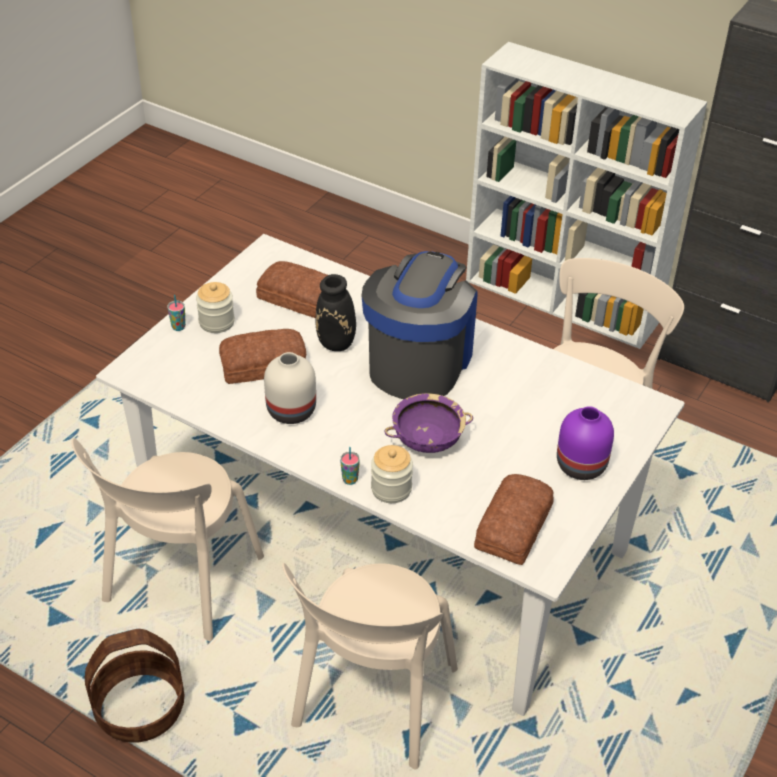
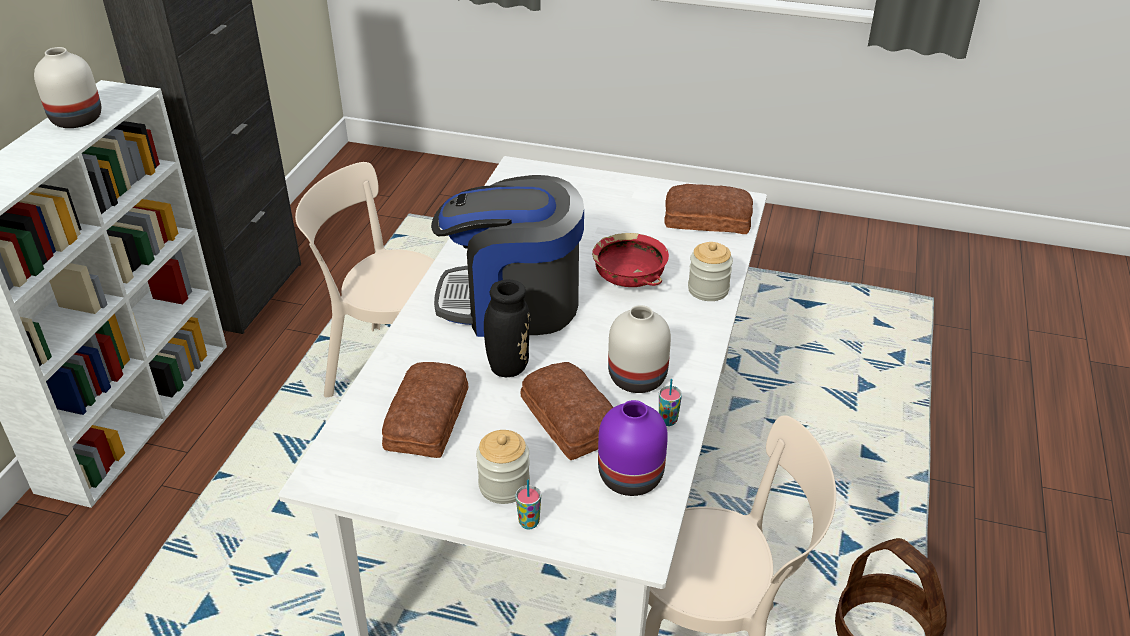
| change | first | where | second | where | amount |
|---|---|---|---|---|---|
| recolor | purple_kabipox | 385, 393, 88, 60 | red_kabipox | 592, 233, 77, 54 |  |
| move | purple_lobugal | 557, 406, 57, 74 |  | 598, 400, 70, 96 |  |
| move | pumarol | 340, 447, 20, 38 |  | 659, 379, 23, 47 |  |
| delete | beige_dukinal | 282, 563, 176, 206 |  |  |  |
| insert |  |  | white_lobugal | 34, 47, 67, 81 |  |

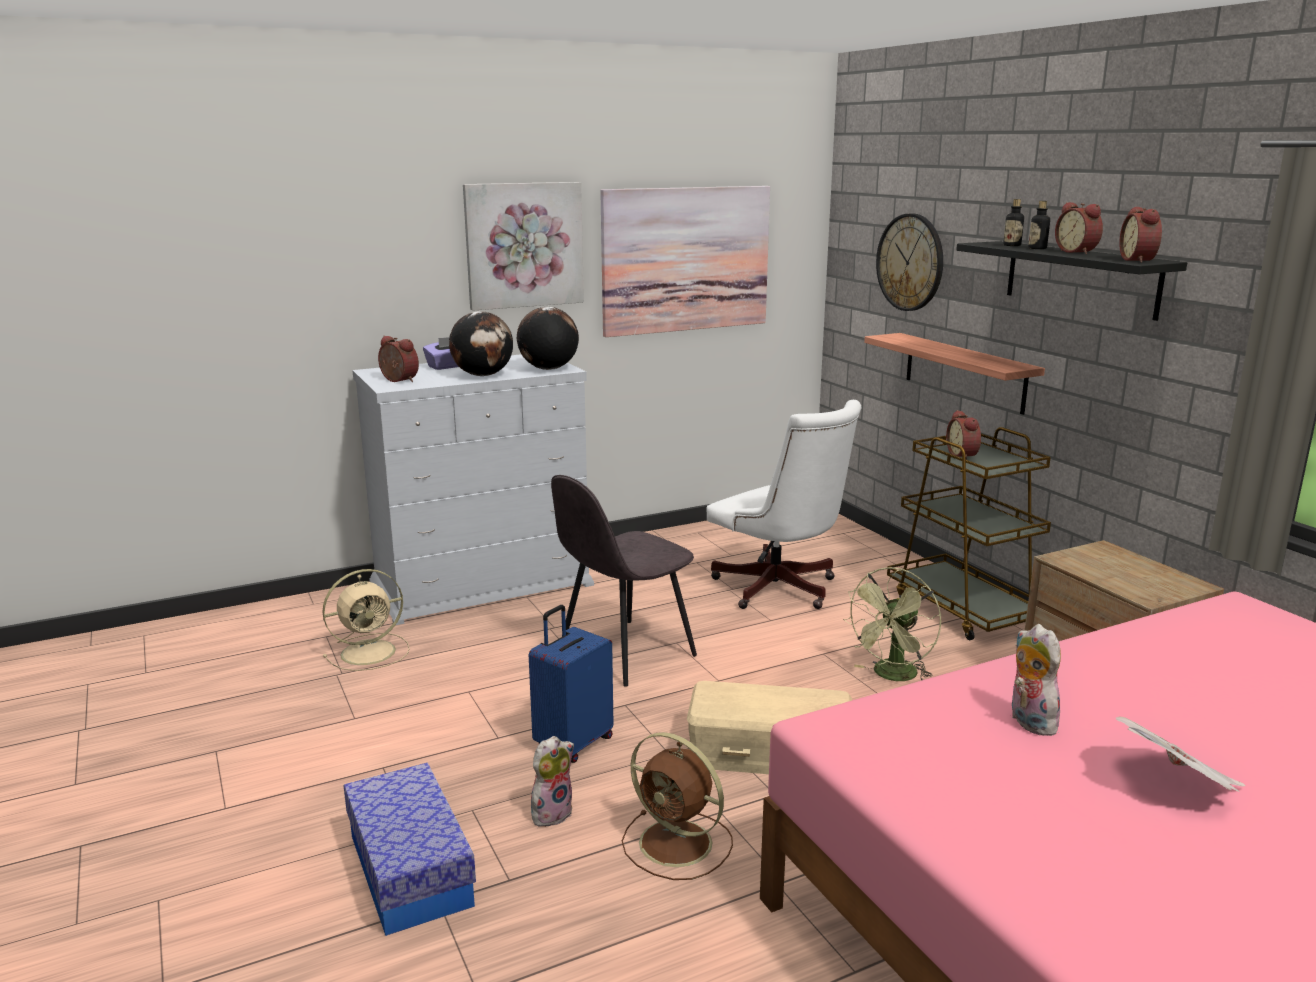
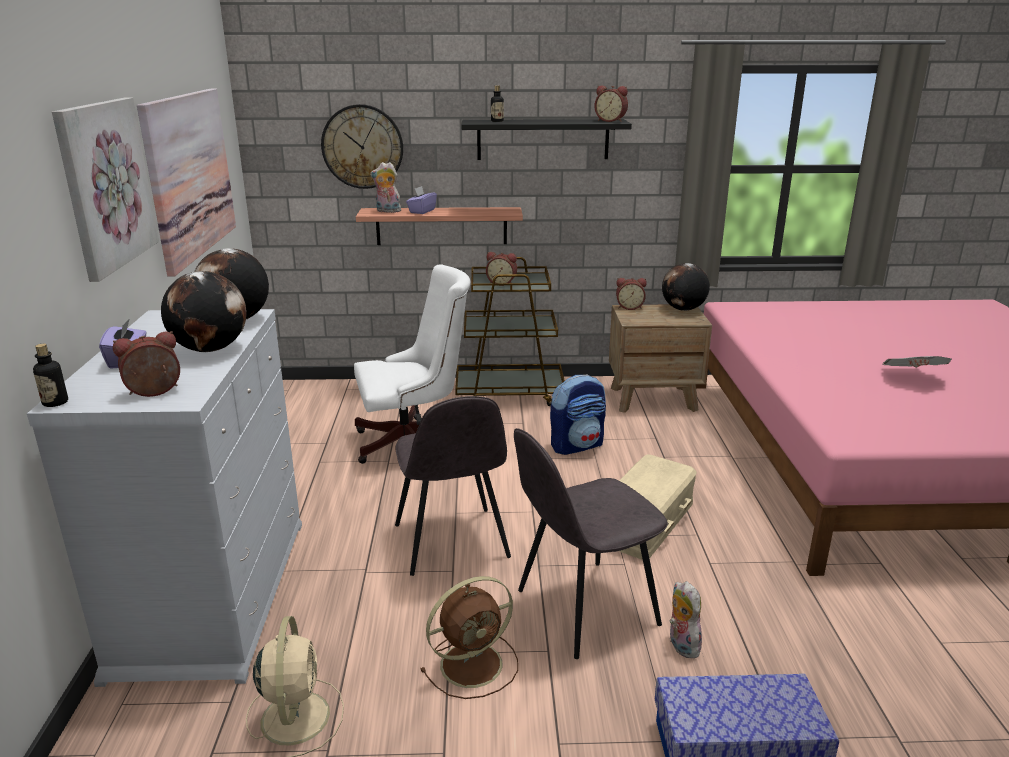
| change | first | where | second | where | amount |
|---|---|---|---|---|---|
| move | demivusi | 1029, 201, 21, 48 |  | 33, 344, 35, 63 |  |
| move | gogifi | 1055, 202, 48, 52 |  | 616, 278, 31, 32 |  |
| replace | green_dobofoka | 843, 567, 98, 114 | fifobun | 550, 374, 56, 81 |  |
| replace | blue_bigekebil | 529, 605, 84, 158 | grey_dukinal | 514, 428, 154, 231 |  |
| move | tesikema | 1012, 624, 52, 112 |  | 370, 162, 31, 51 |  |
| move | brown_dobofoka | 622, 732, 111, 148 |  | 420, 576, 98, 123 |  |
| insert |  |  | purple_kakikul | 406, 186, 31, 28 |  |
| insert |  |  | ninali | 662, 263, 48, 48 |  |

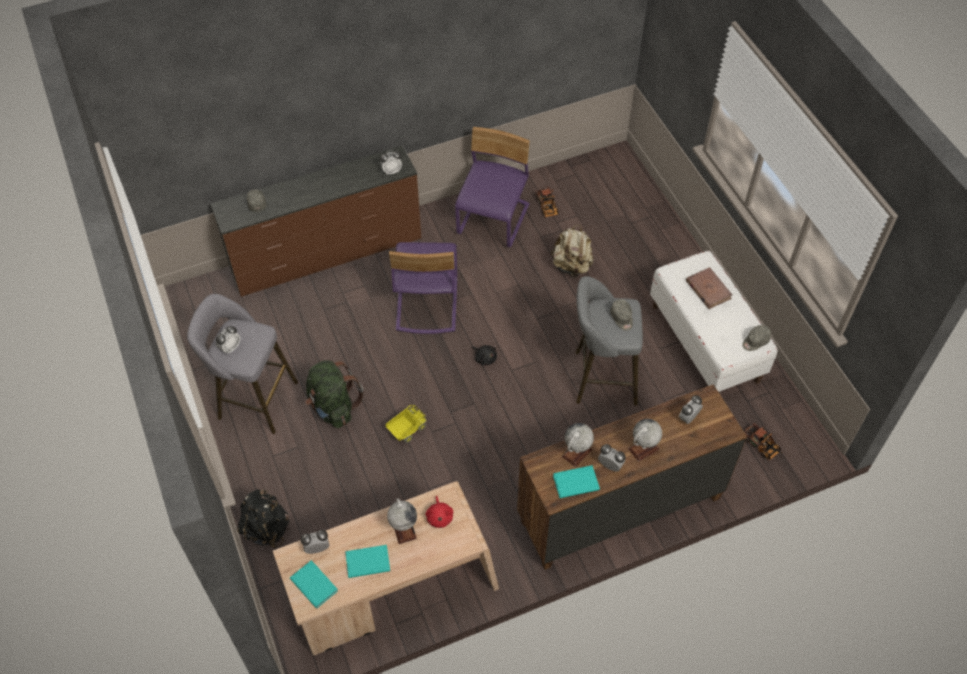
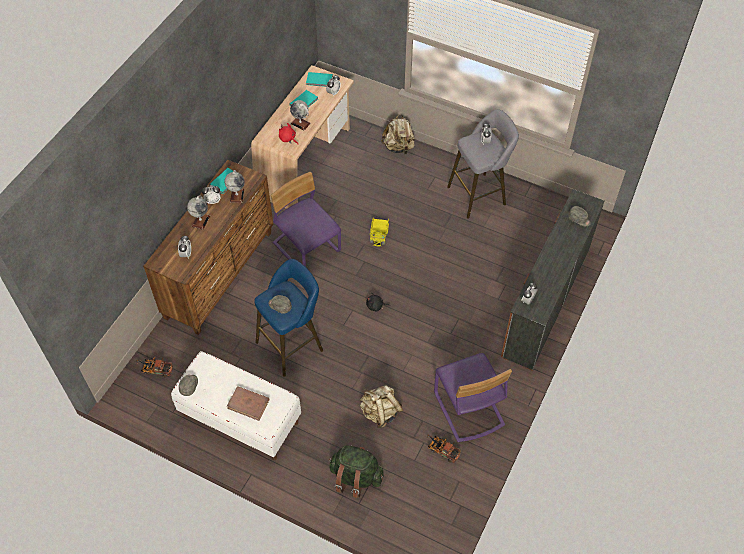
| change | first | where | second | where | amount |
|---|---|---|---|---|---|
| move | purple_dukinal | 389, 242, 68, 92 |  | 271, 172, 70, 95 |  |
| recolor | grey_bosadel | 575, 276, 68, 130 | blue_bosadel | 254, 259, 69, 118 |  |
| move | green_fifobun | 306, 360, 58, 68 |  | 329, 445, 55, 53 |  |
| recolor | black_fifobun | 238, 488, 51, 61 | beige_fifobun | 381, 114, 35, 40 |  |

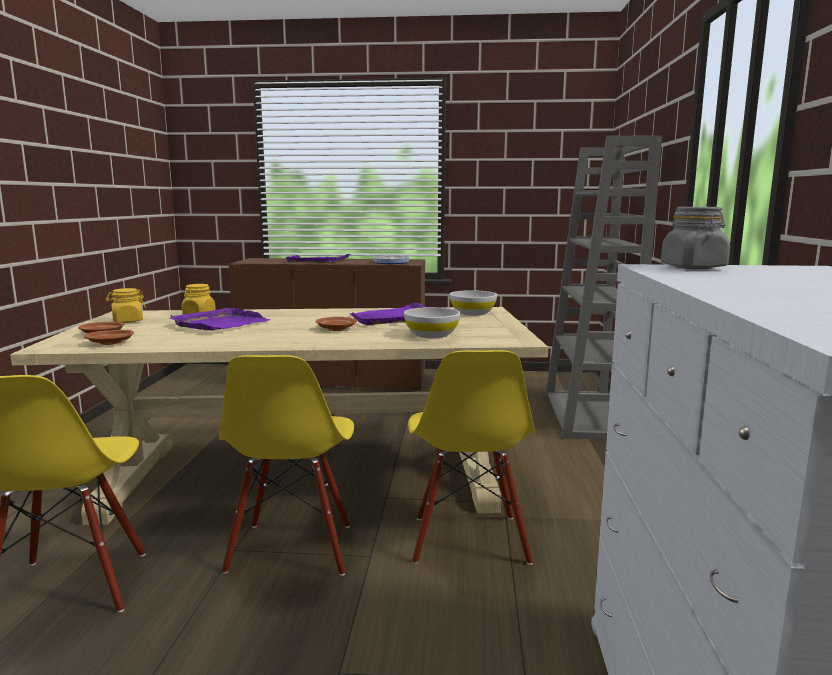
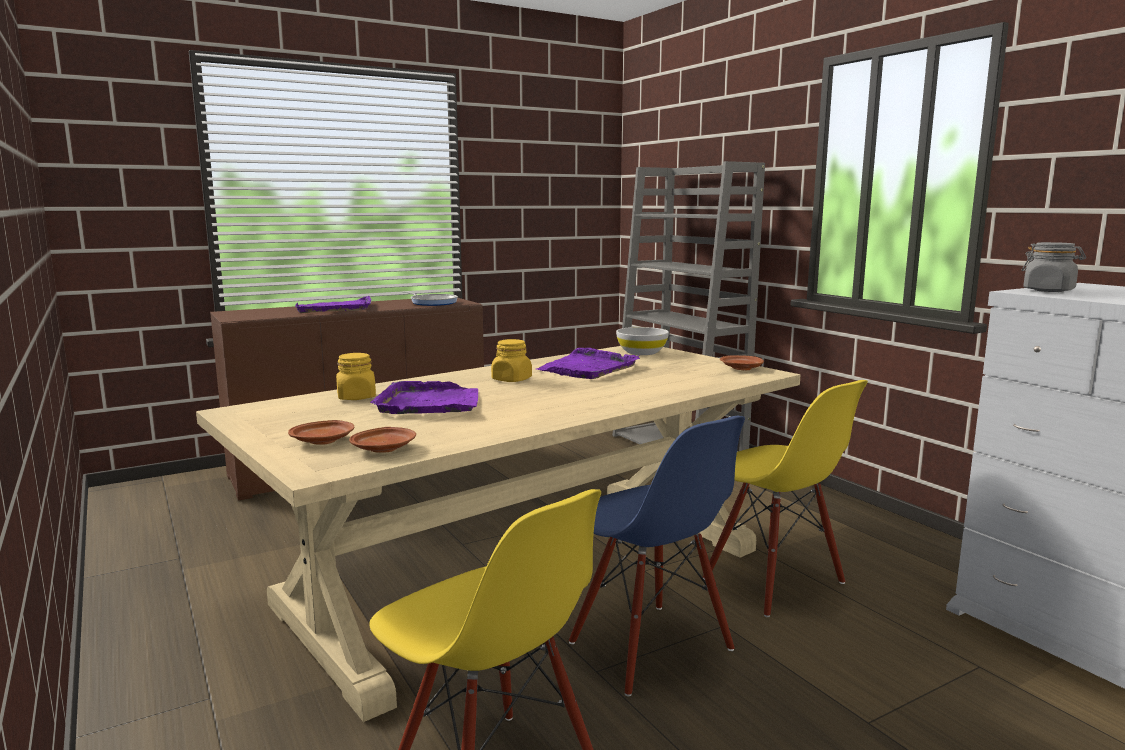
| change | first | where | second | where | amount |
|---|---|---|---|---|---|
| move | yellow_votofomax | 106, 288, 40, 35 |  | 491, 339, 41, 43 |  |
| delete | white_kabipox | 404, 307, 56, 31 |  |  |  |
| move | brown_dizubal | 316, 317, 41, 14 |  | 720, 355, 44, 15 |  |
| recolor | yellow_dukinal | 219, 355, 135, 221 | blue_dukinal | 569, 416, 176, 281 |  |

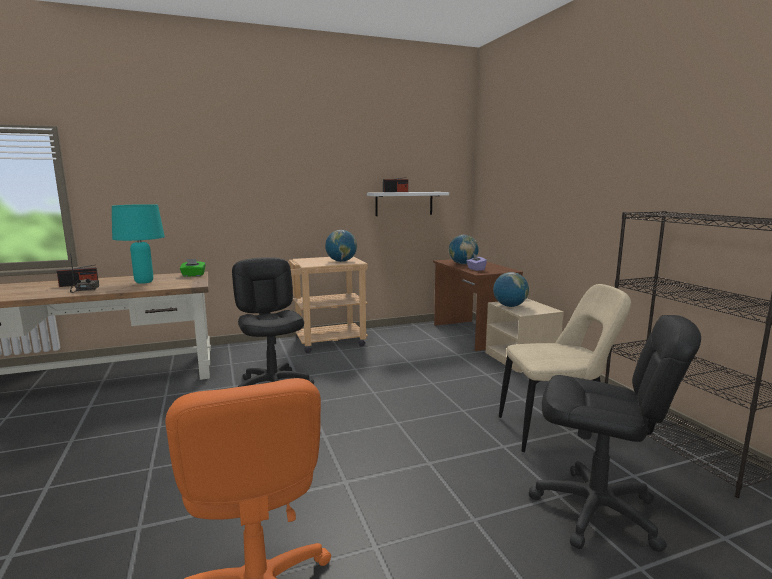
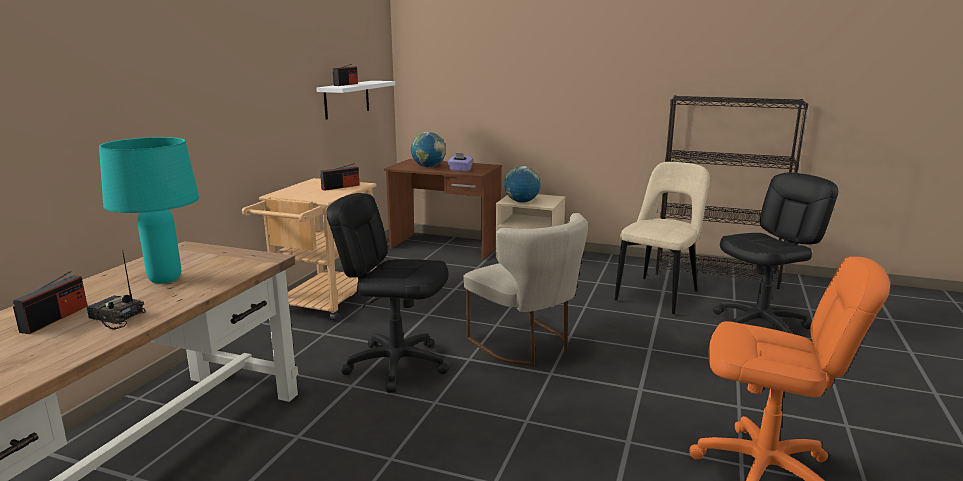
| change | first | where | second | where | amount |
|---|---|---|---|---|---|
| replace | ninali | 325, 230, 32, 32 | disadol | 320, 163, 40, 28 |  |
| delete | green_kakikul | 180, 259, 26, 18 |  |  |  |
| insert |  |  | beige_dukinal | 463, 213, 125, 153 |  |

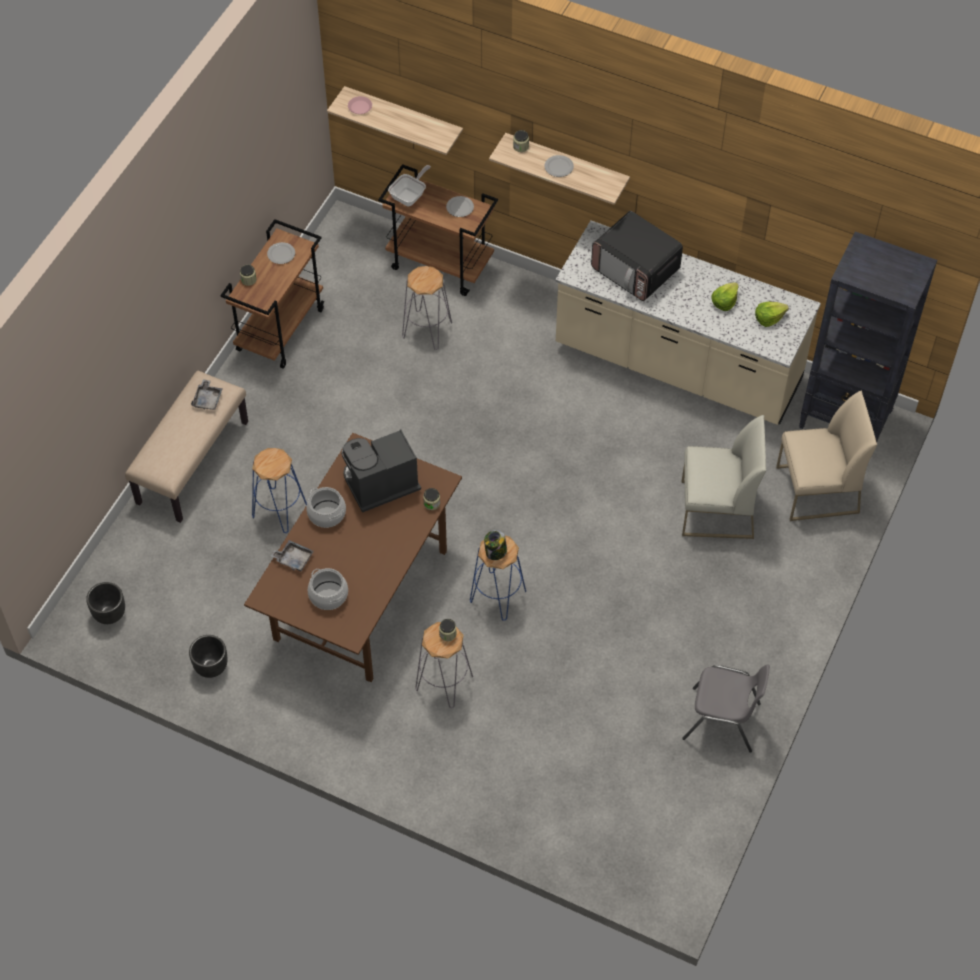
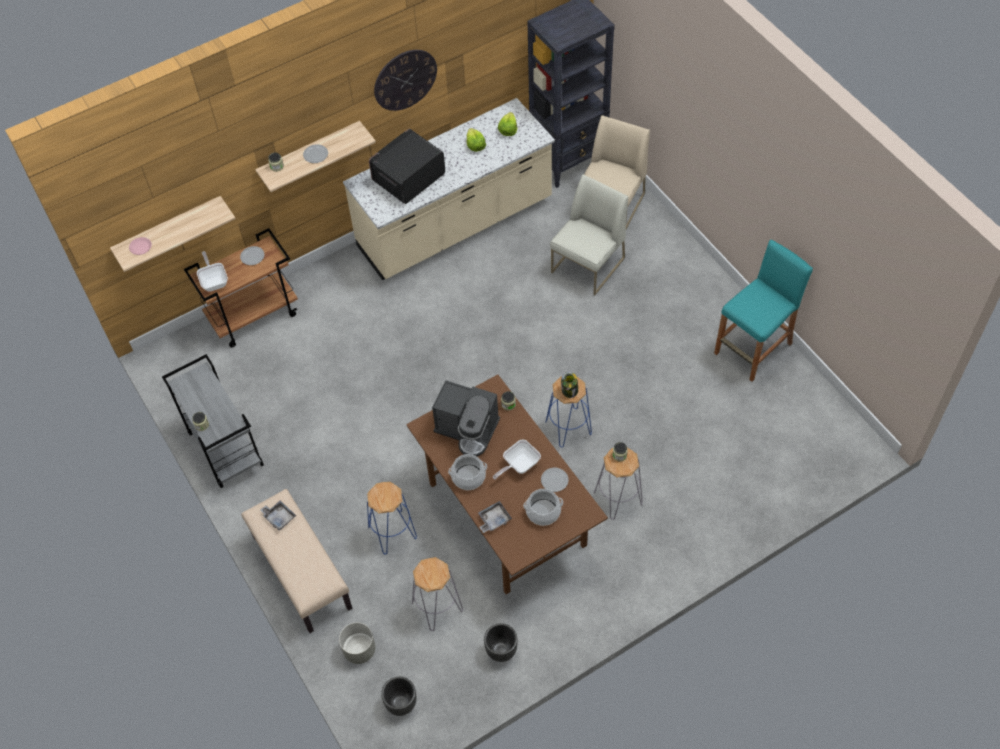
| change | first | where | second | where | amount |
|---|---|---|---|---|---|
| rotate | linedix | 591, 211, 92, 90 |  | 369, 129, 76, 75 | 150 degrees clockwise |
| recolor | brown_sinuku | 220, 219, 104, 149 | grey_sinuku | 162, 354, 102, 134 |  |
| move | dizubal | 267, 242, 28, 22 |  | 541, 468, 28, 24 |  |
| move | grey_bosadel | 402, 266, 50, 84 |  | 412, 557, 51, 74 |  |
| rotate | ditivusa | 341, 429, 80, 83 |  | 432, 380, 68, 76 | 75 degrees counterclockwise |
| replace | grey_dukinal | 682, 665, 88, 87 | turquoise_bosadel | 714, 240, 99, 142 |  |
| insert |  |  | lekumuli | 374, 50, 63, 61 |  |
| insert |  |  | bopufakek | 493, 439, 48, 41 |  |
| insert |  |  | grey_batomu | 339, 622, 37, 42 |  |

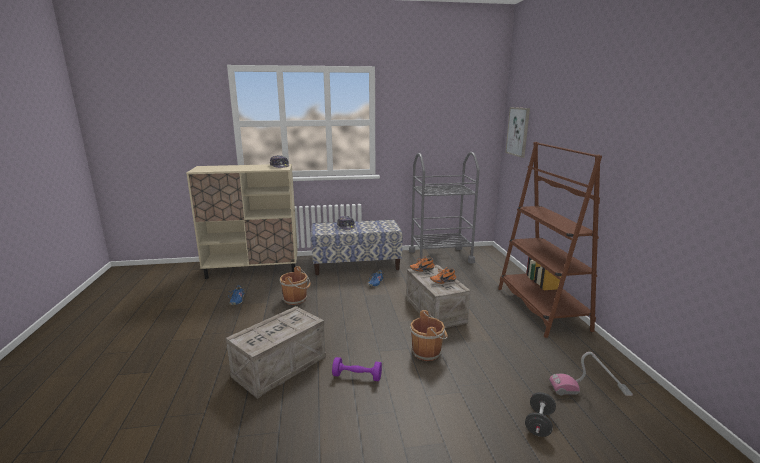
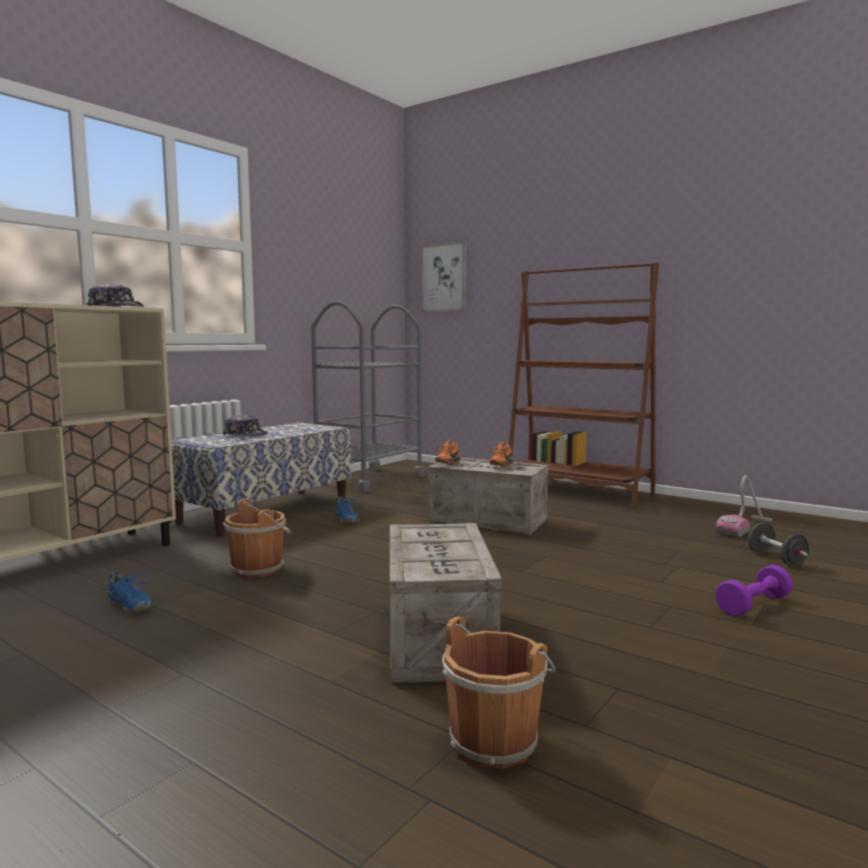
| change | first | where | second | where | amount |
|---|---|---|---|---|---|
| move | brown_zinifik | 410, 310, 38, 51 |  | 442, 616, 113, 153 |  |
| move | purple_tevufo | 332, 357, 50, 24 |  | 715, 565, 78, 52 |  |

